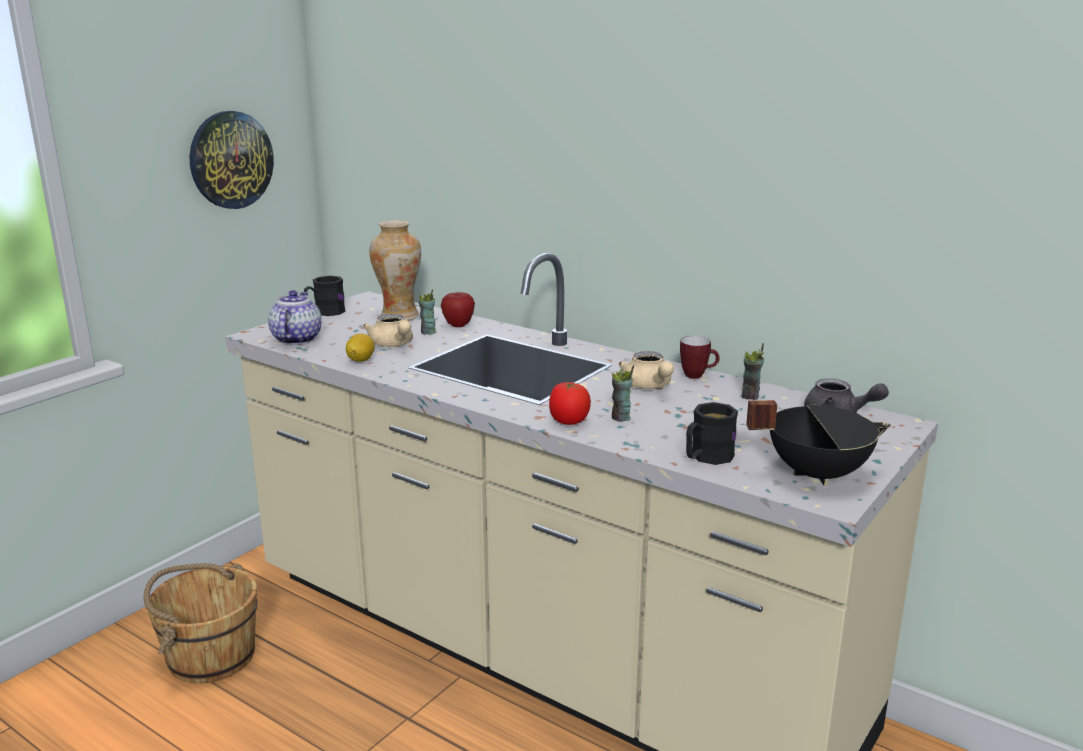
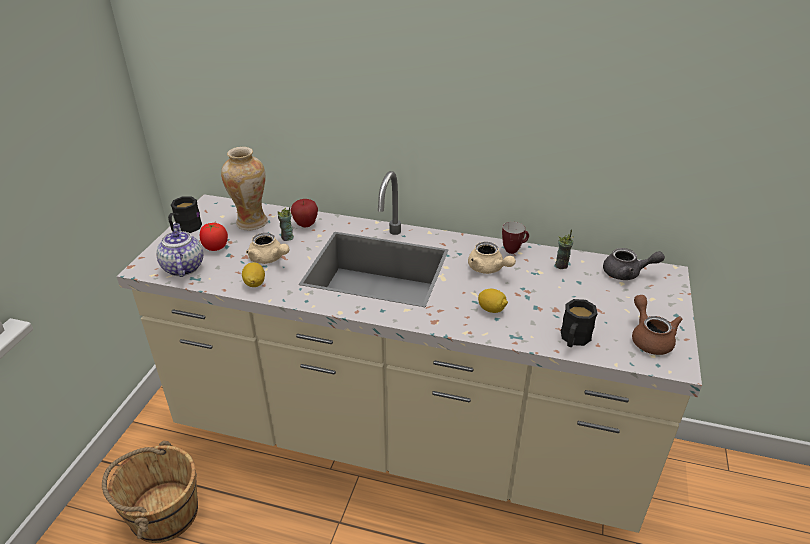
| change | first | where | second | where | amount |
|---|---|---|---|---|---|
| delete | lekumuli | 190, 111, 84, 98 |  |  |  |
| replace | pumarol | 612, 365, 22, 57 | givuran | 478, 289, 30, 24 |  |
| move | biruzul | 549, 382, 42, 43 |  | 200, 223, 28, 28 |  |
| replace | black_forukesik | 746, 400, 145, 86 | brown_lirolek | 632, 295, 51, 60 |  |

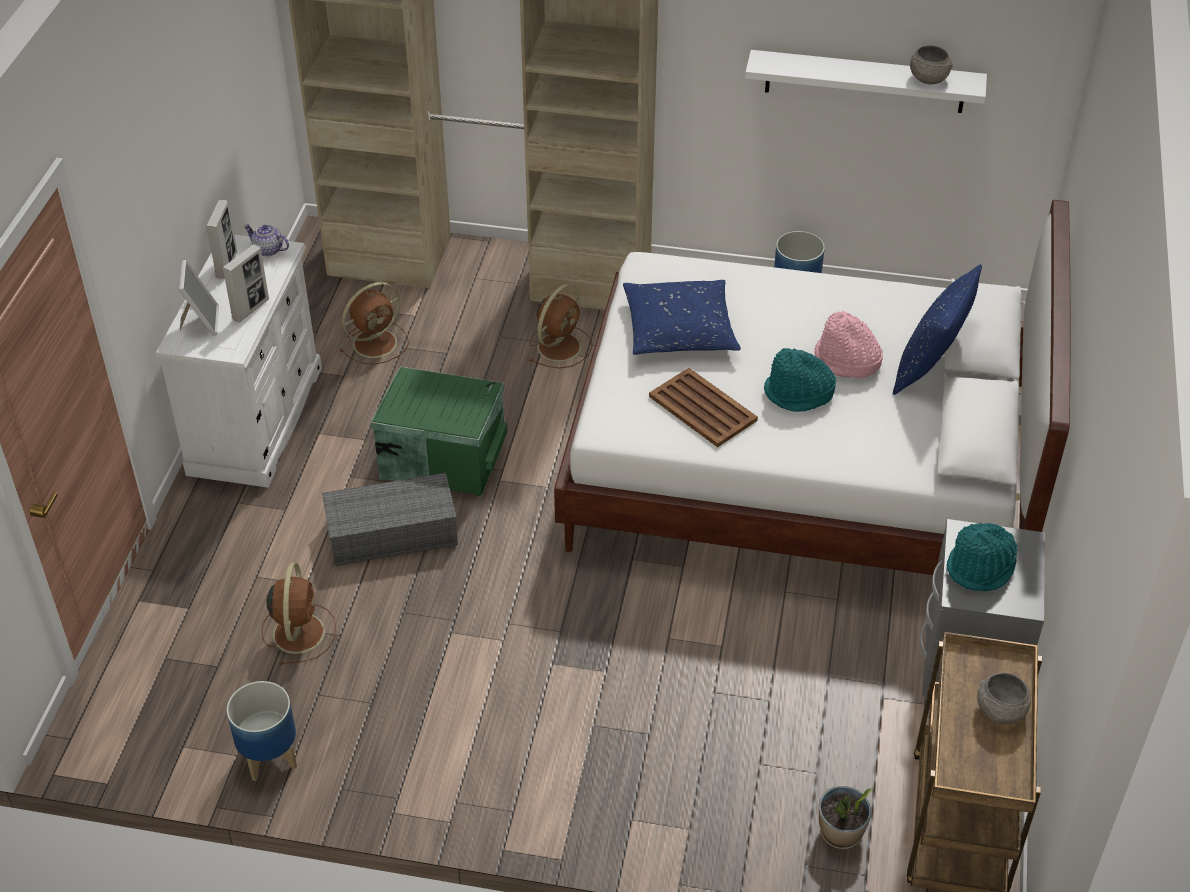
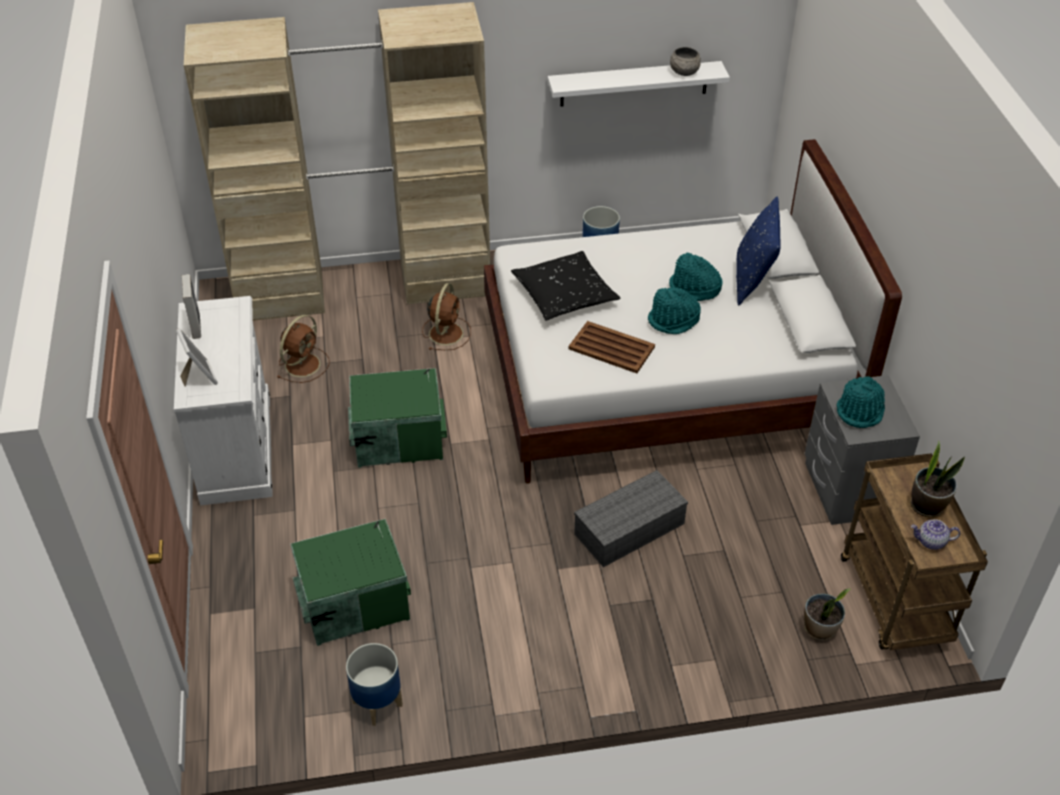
| change | first | where | second | where | amount |
|---|---|---|---|---|---|
| move | lirolek | 244, 224, 45, 32 |  | 911, 519, 49, 31 |  |
| delete | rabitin | 222, 244, 47, 78 |  |  |  |
| recolor | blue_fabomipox | 623, 280, 118, 75 | black_fabomipox | 511, 251, 110, 70 |  |
| recolor | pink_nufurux | 814, 311, 69, 67 | turquoise_nufurux | 669, 252, 53, 49 |  |
| move | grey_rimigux | 322, 473, 136, 93 |  | 574, 470, 114, 97 |  |
| replace | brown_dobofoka | 261, 563, 75, 102 | green_rimigux | 290, 519, 121, 127 |  |
| replace | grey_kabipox | 977, 672, 54, 52 | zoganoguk | 910, 441, 55, 76 |  |

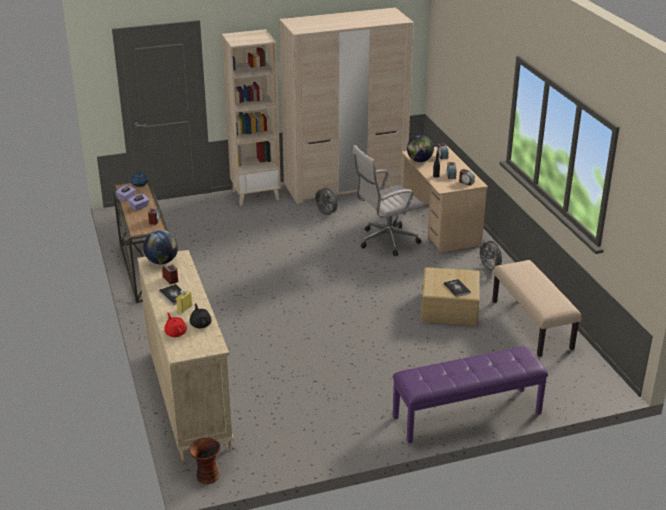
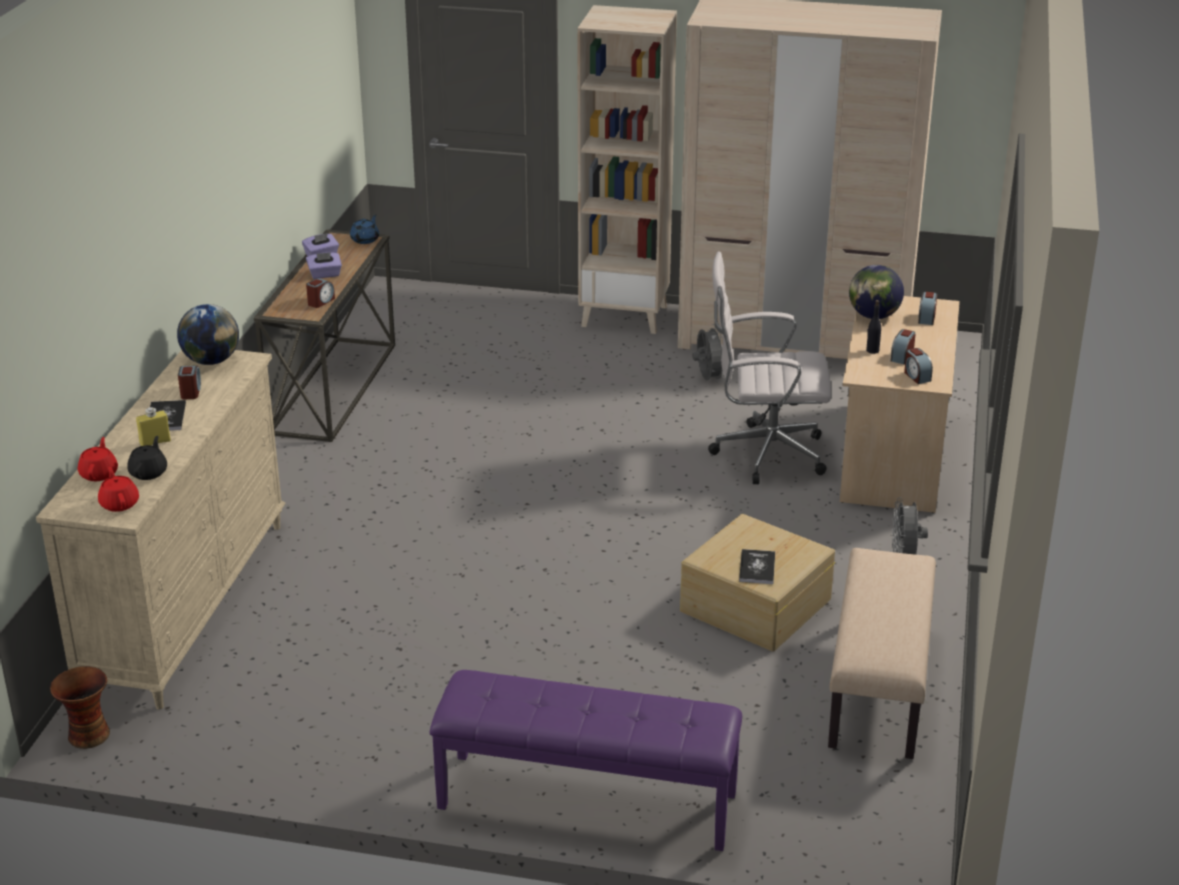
| change | first | where | second | where | amount |
|---|---|---|---|---|---|
| insert |  |  | red_lirolek | 98, 467, 41, 45 |  |

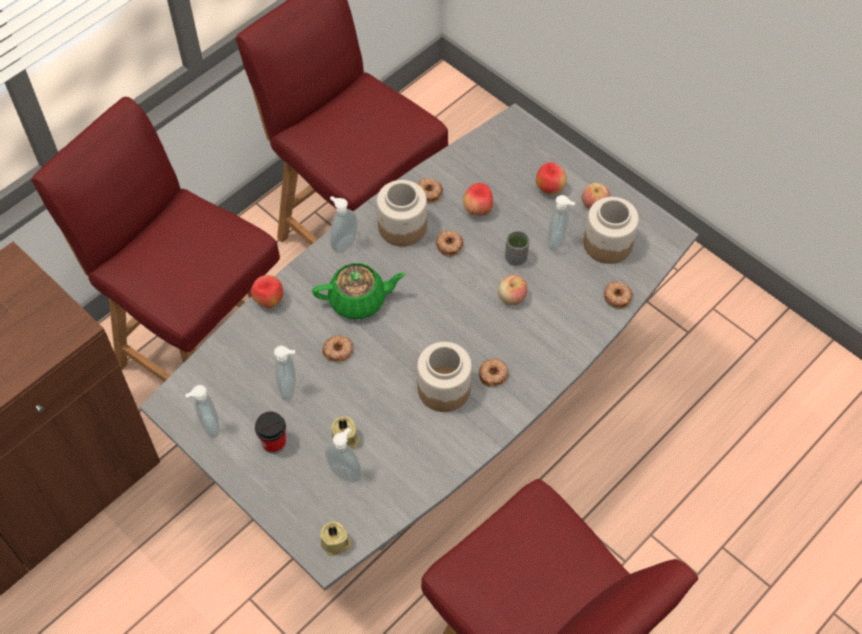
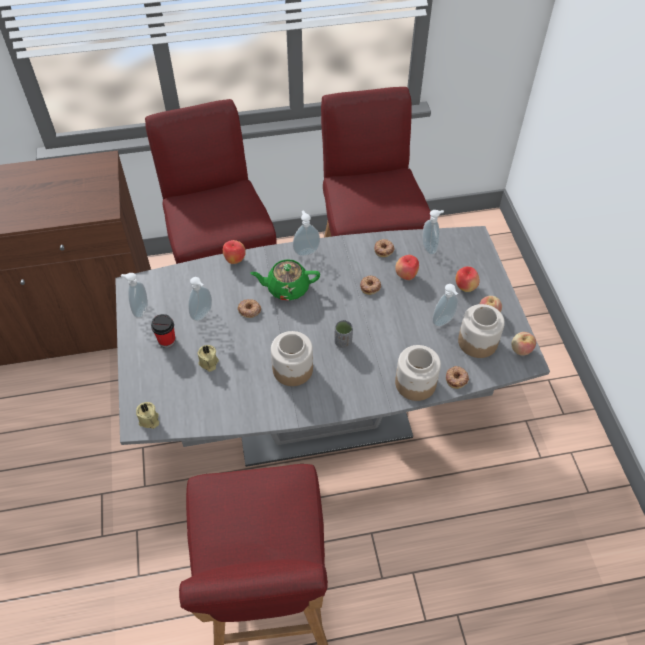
| change | first | where | second | where | amount |
|---|---|---|---|---|---|
| move | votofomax | 377, 180, 50, 67 |  | 395, 345, 46, 56 |  |
| move | grey_pumarol | 505, 231, 25, 35 |  | 334, 320, 19, 28 |  |
| rotate | green_lirolek | 312, 263, 94, 56 |  | 250, 259, 70, 42 | 150 degrees clockwise |
| move | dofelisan | 498, 275, 29, 31 |  | 512, 332, 24, 24 |  |
| delete | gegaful | 479, 358, 30, 29 |  |  |  |
| move | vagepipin | 325, 428, 37, 54 |  | 423, 210, 21, 45 |  |

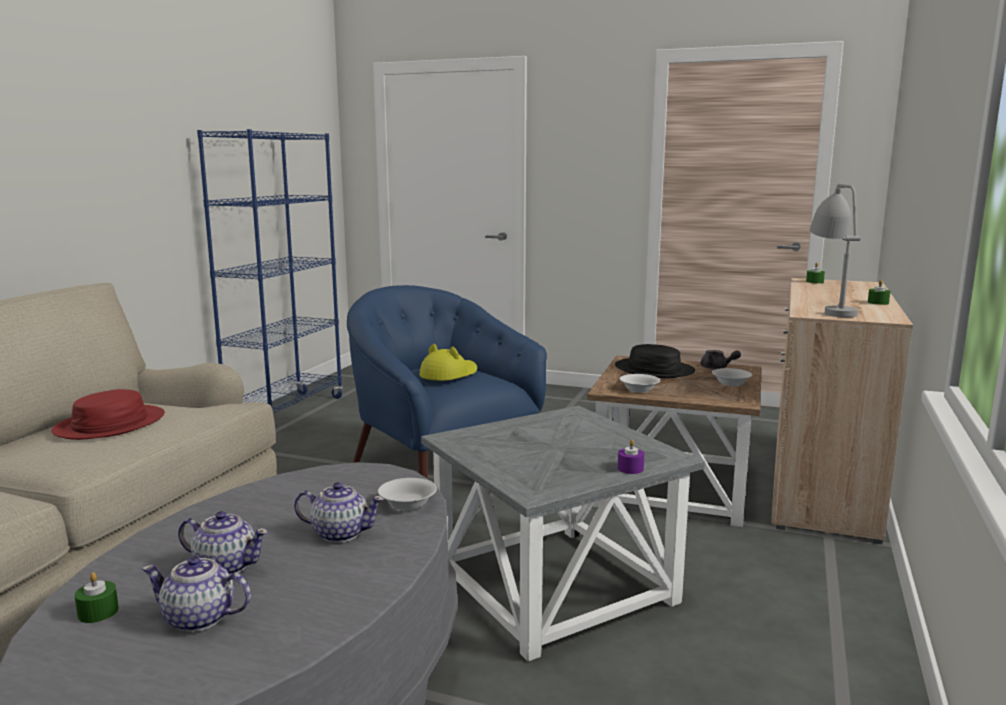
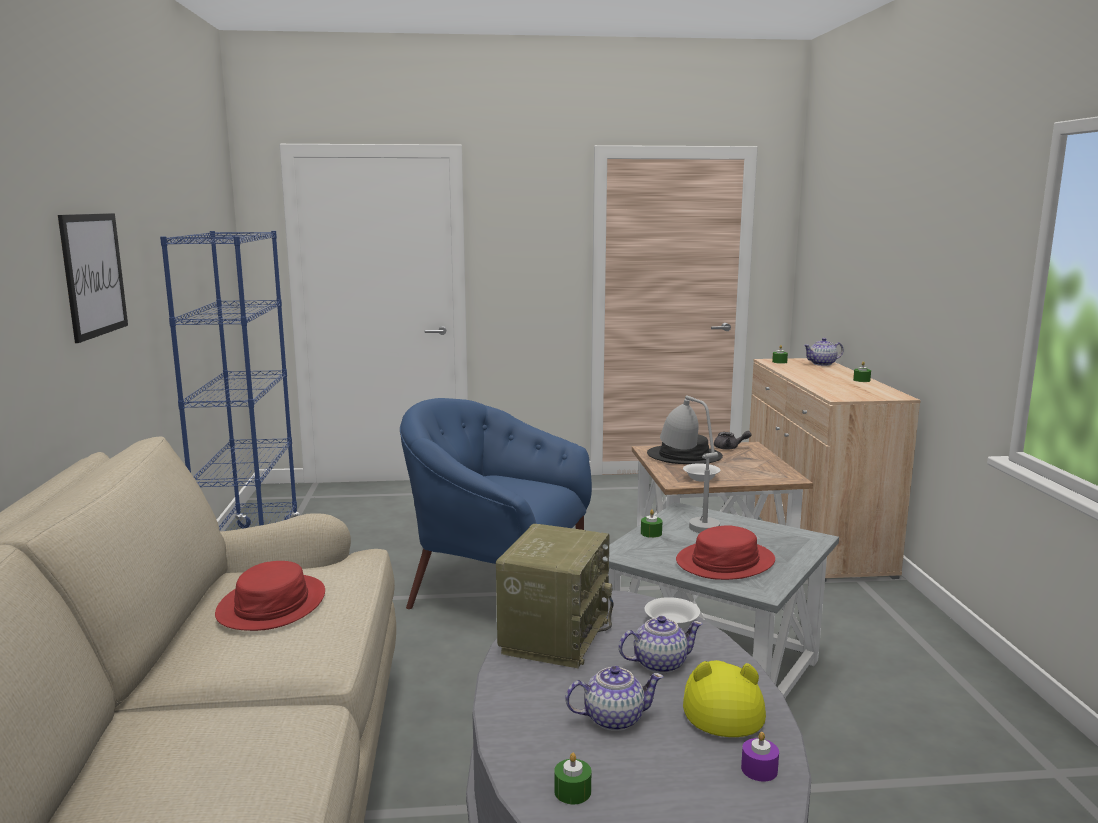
| change | first | where | second | where | amount |
|---|---|---|---|---|---|
| move | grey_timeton | 810, 184, 51, 133 |  | 660, 395, 60, 138 |  |
| move | yellow_nufurux | 419, 344, 58, 37 |  | 683, 660, 83, 77 |  |
| delete | white_kabipox | 712, 368, 41, 18 |  |  |  |
| move | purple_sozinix | 618, 439, 26, 35 |  | 741, 732, 38, 50 |  |
| move | lirolek | 142, 556, 109, 76 |  | 803, 338, 40, 28 |  |
| insert |  |  | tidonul | 58, 213, 70, 130 |  |
| insert |  |  | green_sozinix | 641, 509, 21, 29 |  |
| insert |  |  | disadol | 496, 524, 118, 144 |  |
| insert |  |  | red_nufurux | 676, 525, 99, 55 |  |

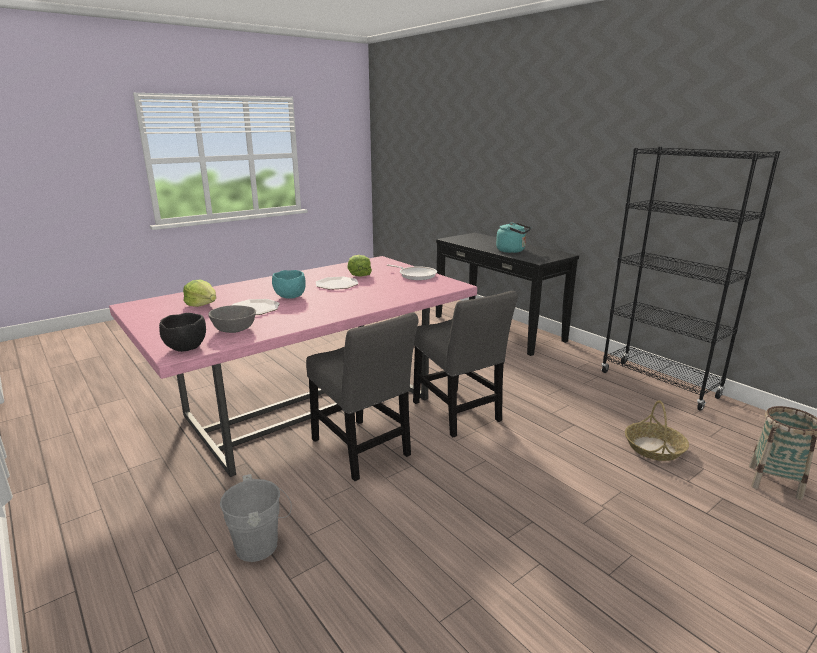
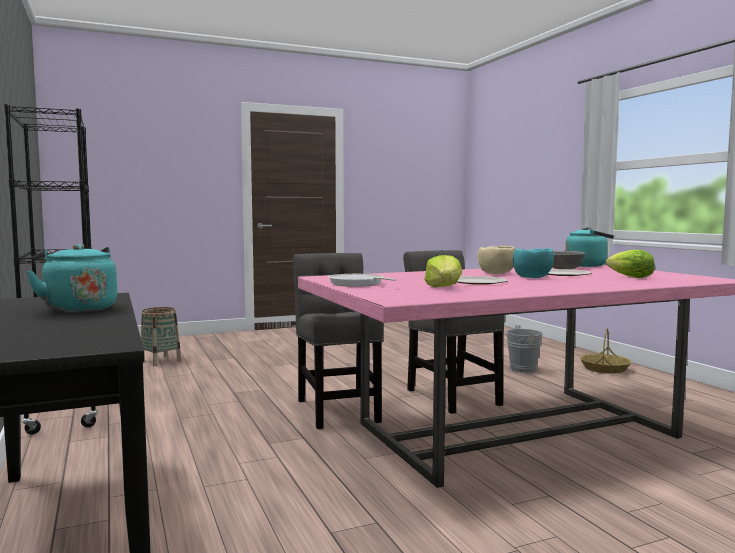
| change | first | where | second | where | amount |
|---|---|---|---|---|---|
| replace | black_kabipox | 159, 313, 47, 39 | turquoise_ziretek | 565, 227, 49, 40 |  |
| move | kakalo | 625, 400, 64, 61 |  | 580, 328, 52, 46 |  |
| insert |  |  | beige_kabipox | 478, 246, 38, 28 |  |

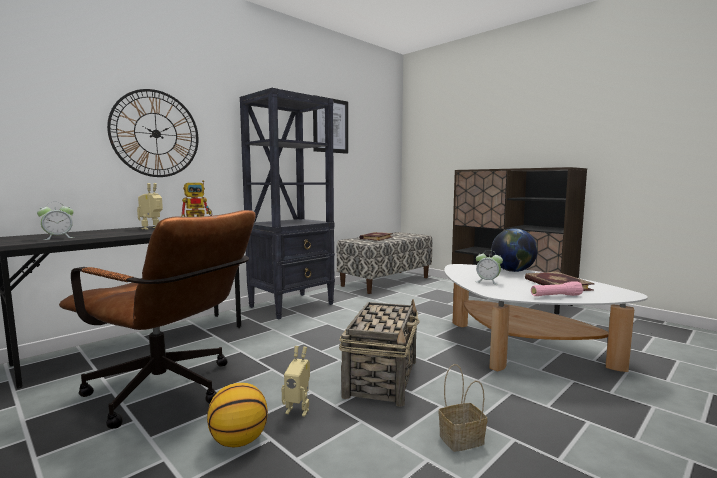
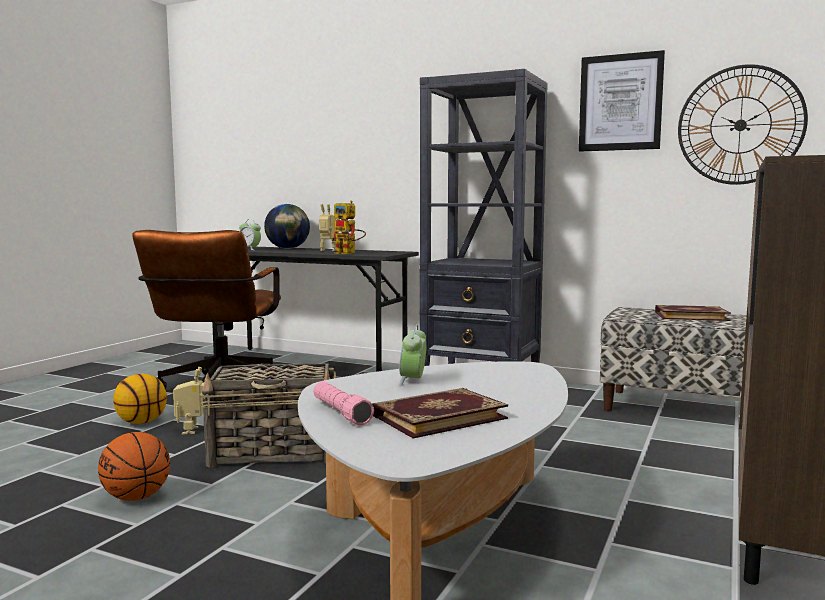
| change | first | where | second | where | amount |
|---|---|---|---|---|---|
| move | lekumuli | 107, 89, 92, 88 |  | 678, 64, 130, 121 |  |
| move | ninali | 491, 228, 47, 44 |  | 264, 204, 46, 45 |  |
| replace | kakalo | 439, 364, 48, 88 | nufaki | 98, 432, 72, 69 |  |

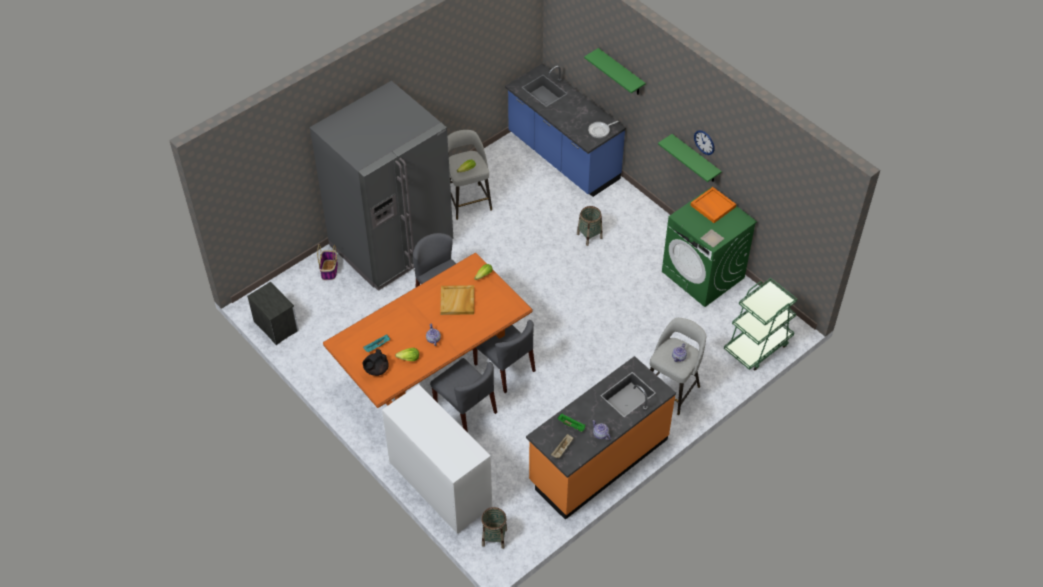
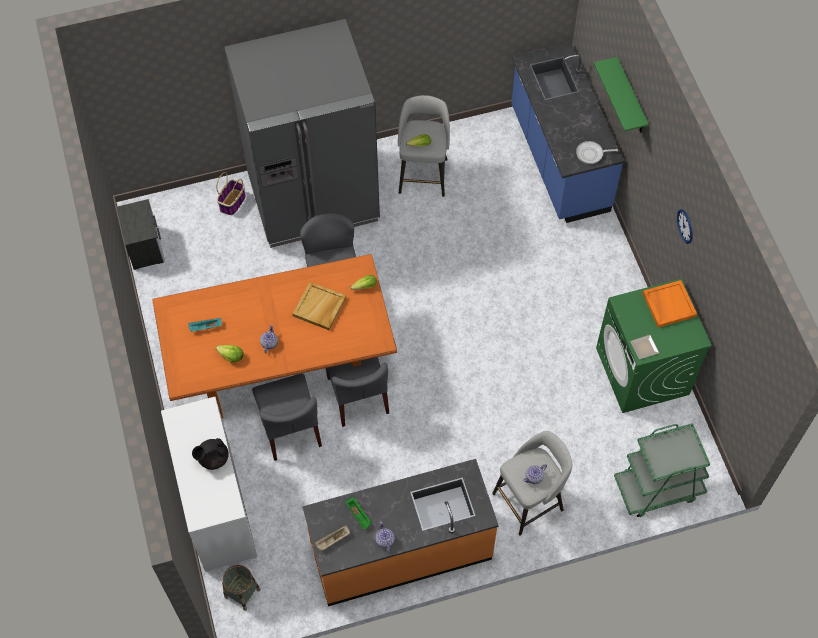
| change | first | where | second | where | amount |
|---|---|---|---|---|---|
| delete | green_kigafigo | 658, 134, 64, 48 |  |  |  |
| delete | kakalo | 577, 206, 26, 40 |  |  |  |
| move | black_lirolek | 363, 349, 26, 27 |  | 192, 438, 36, 32 |  |

